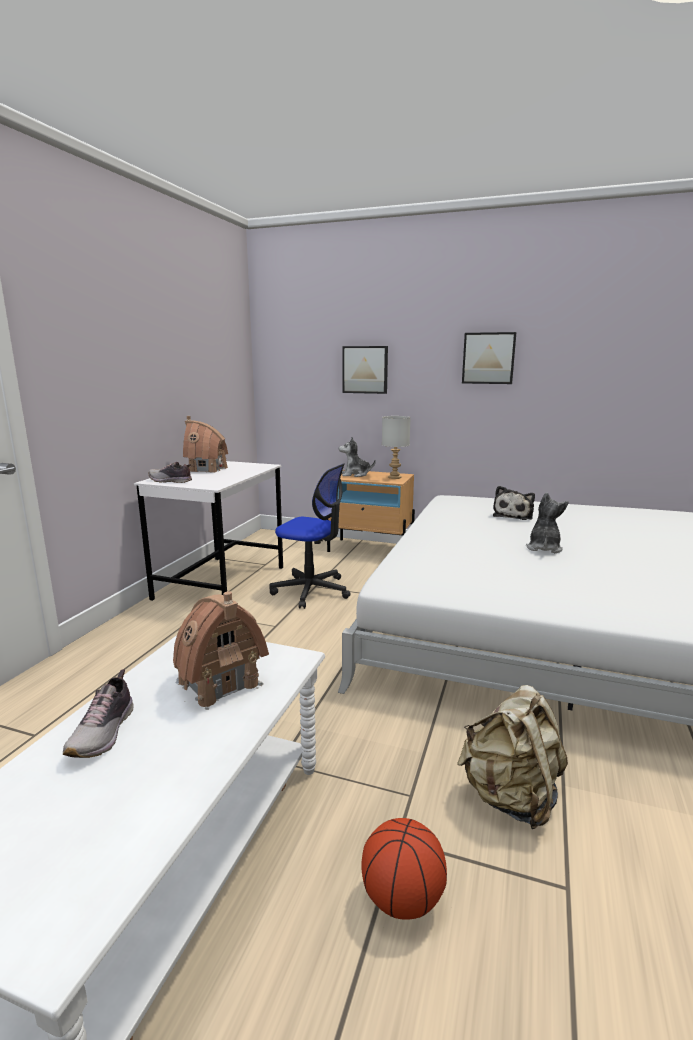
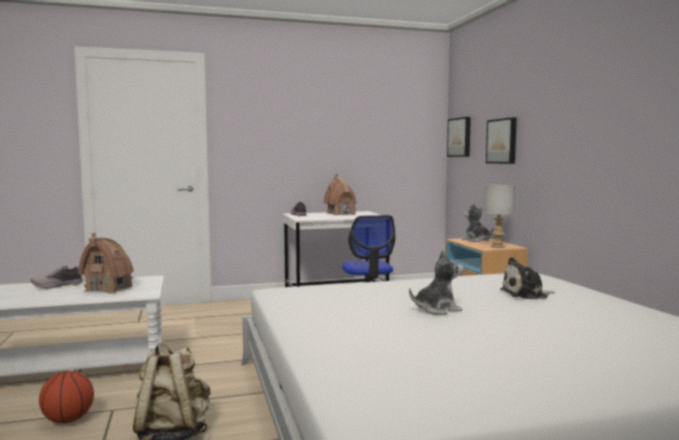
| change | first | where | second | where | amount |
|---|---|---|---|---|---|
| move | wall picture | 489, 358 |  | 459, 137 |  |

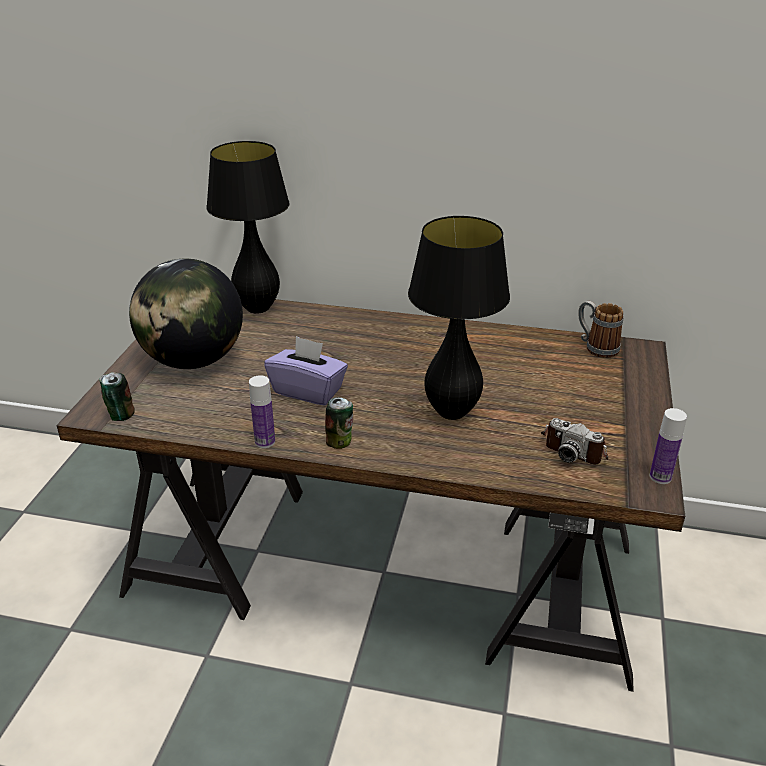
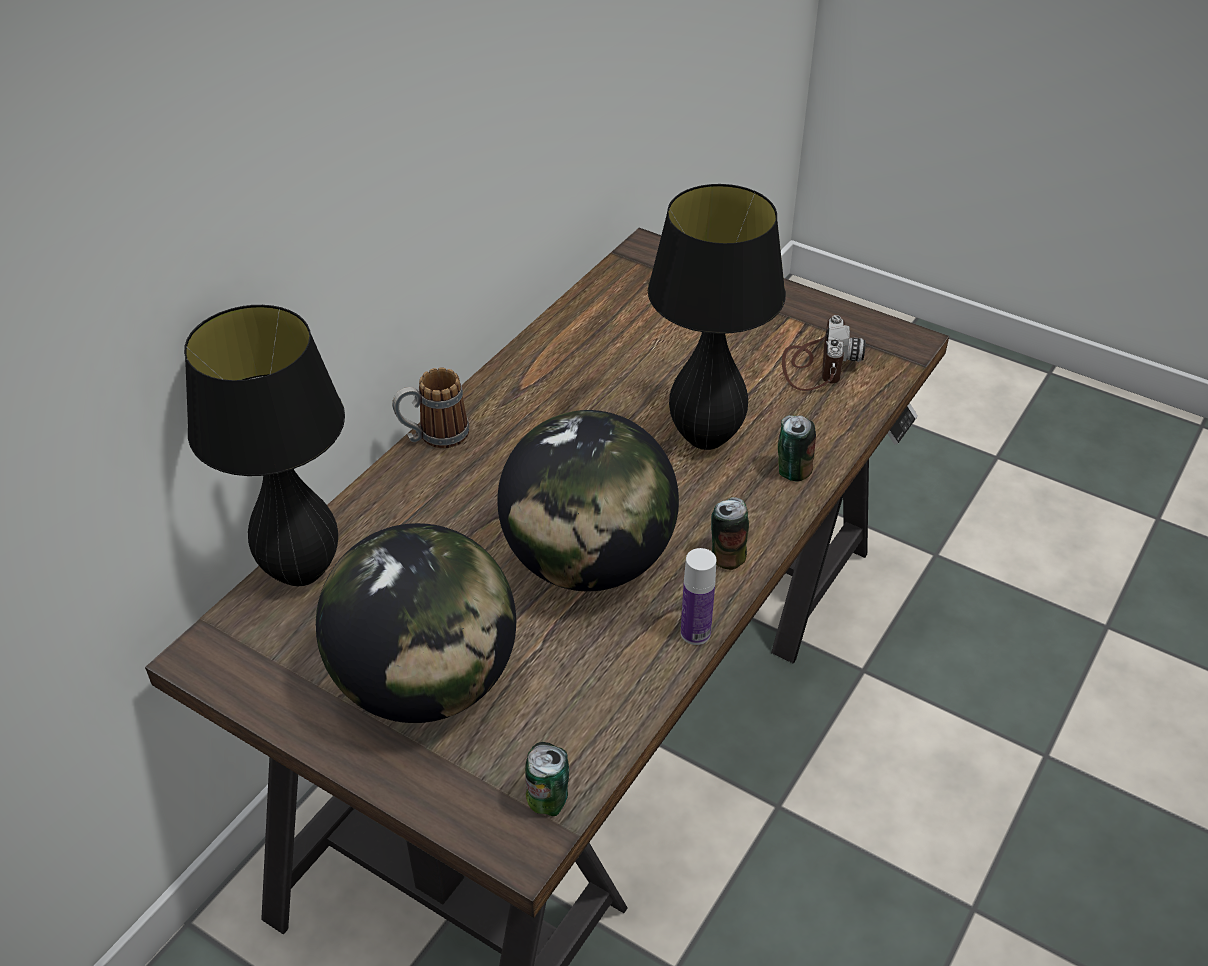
| change | first | where | second | where | amount |
|---|---|---|---|---|---|
| move | mug | 600, 329 |  | 430, 408 |  |
| replace | tissue box (purple) | 306, 370 | desk globe | 588, 500 |  |
| insert |  |  | sealed can | 797, 448 |  |
| rotate | still camera | 574, 441 |  | 824, 353 | 45 degrees counterclockwise |
| delete | bottle | 668, 446 |  |  |  |

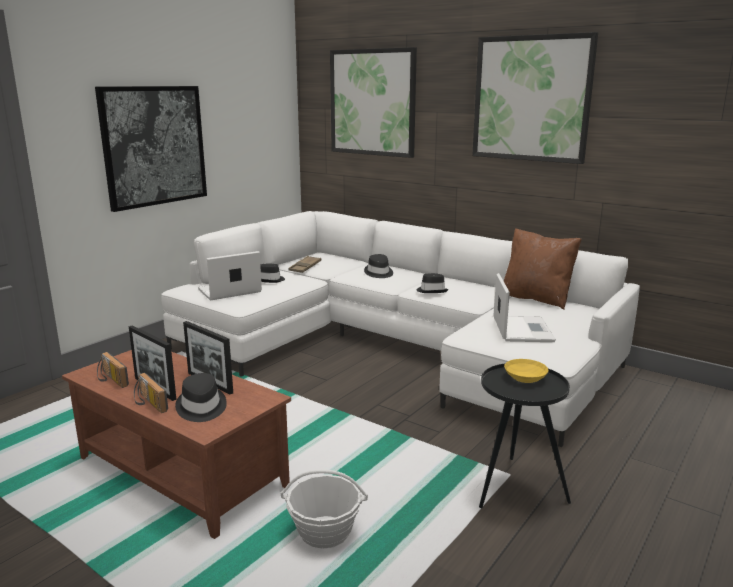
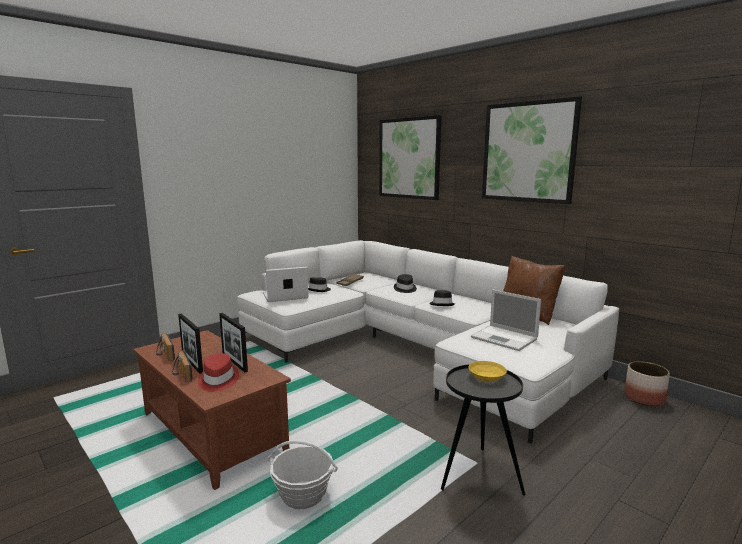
| change | first | where | second | where | amount |
|---|---|---|---|---|---|
| recolor | clothing hat (blackish) | 201, 397 | clothing hat (reddish) | 218, 372 |  |
| rotate | notebook computer | 525, 307 |  | 506, 320 | 120 degrees clockwise |
| insert |  |  | planter | 647, 383 |  |
| delete | wall picture | 151, 149 |  |  |  |

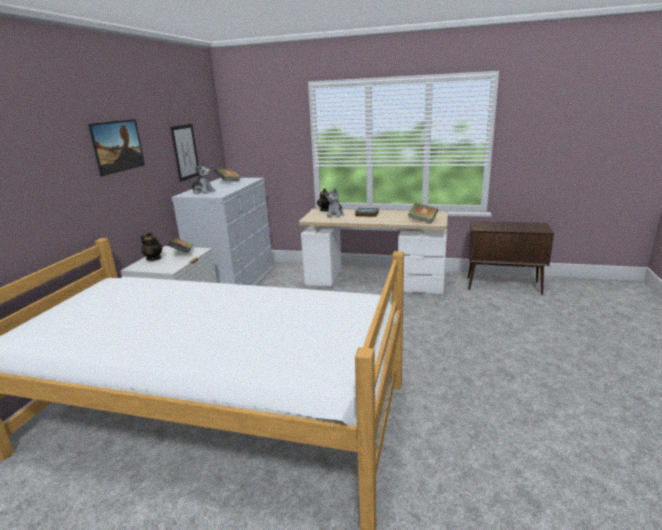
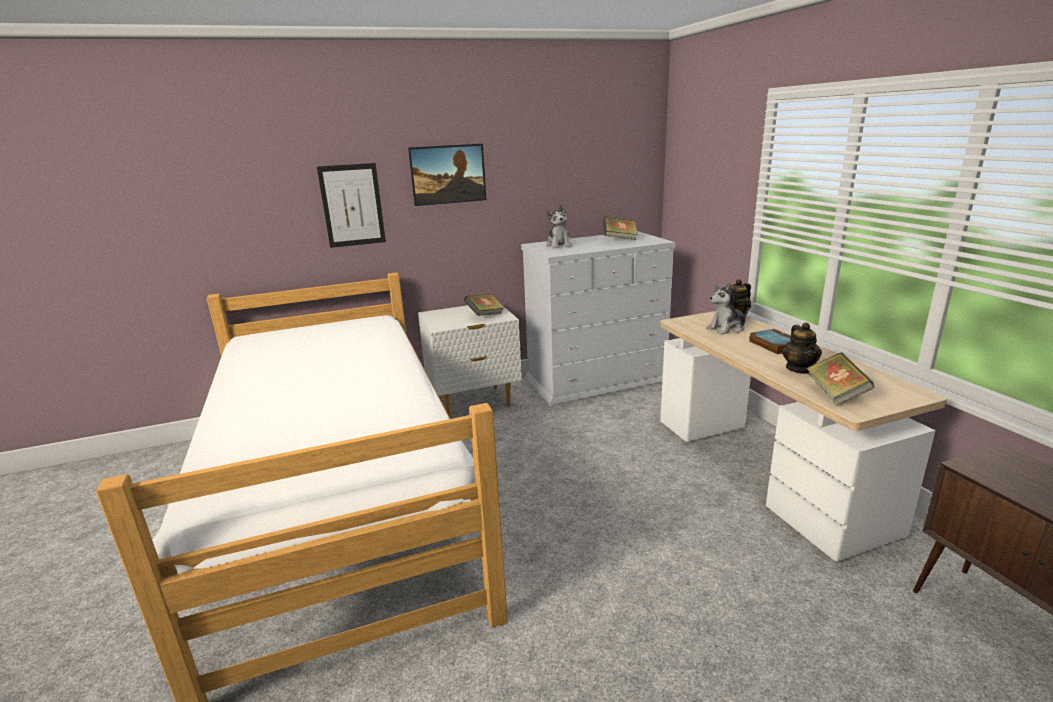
| change | first | where | second | where | amount |
|---|---|---|---|---|---|
| move | wall picture | 184, 153 |  | 351, 205 |  |
| move | tea pot | 151, 246 |  | 802, 348 |  |

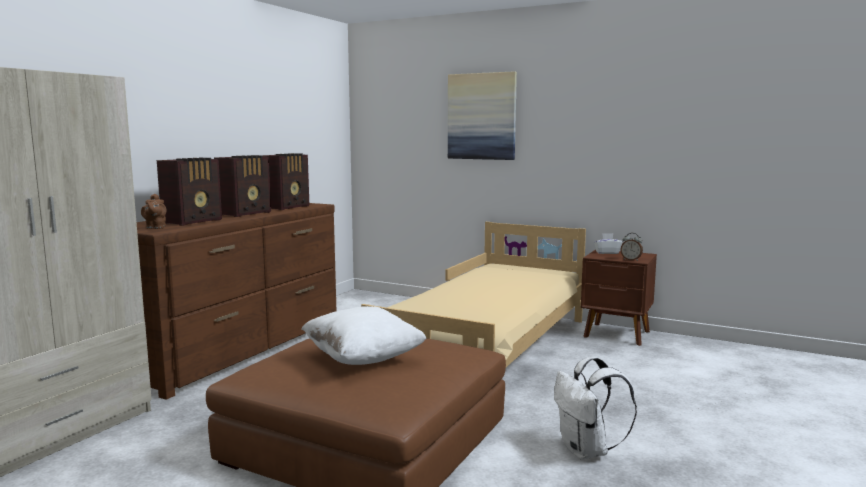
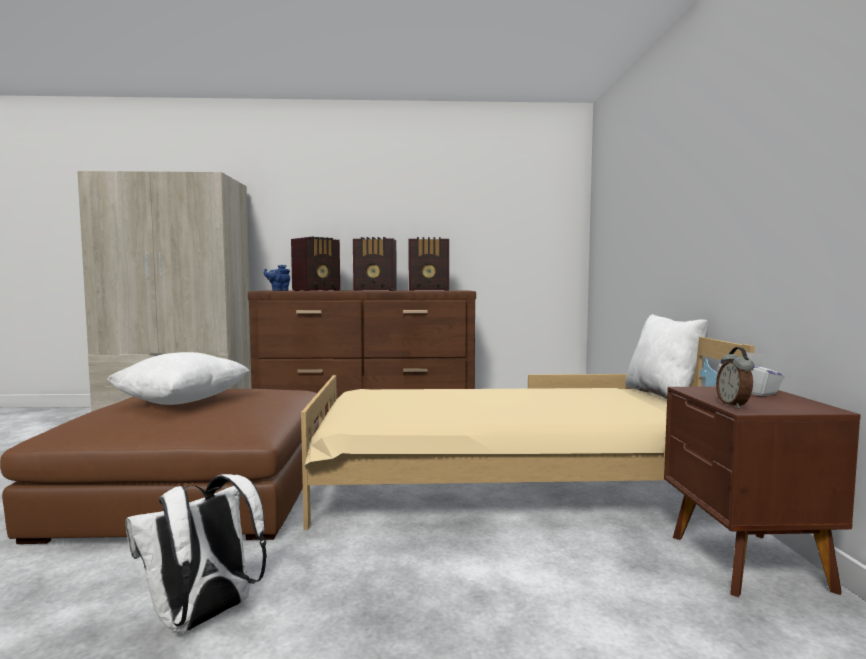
| change | first | where | second | where | amount |
|---|---|---|---|---|---|
| recolor | tea pot (brownish) | 154, 211 | tea pot (blue) | 277, 278 |  |
| rotate | radio | 189, 192 |  | 315, 264 | 45 degrees counterclockwise |
| insert |  |  | cushion (white-coloured) | 666, 356 |  |
| delete | wall picture | 482, 115 |  |  |  |

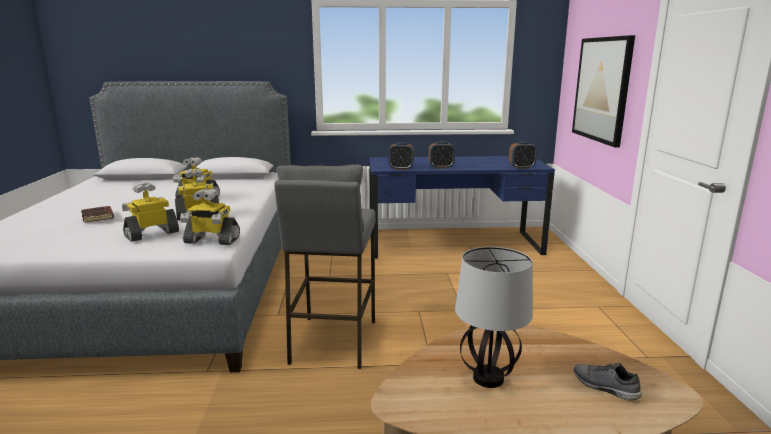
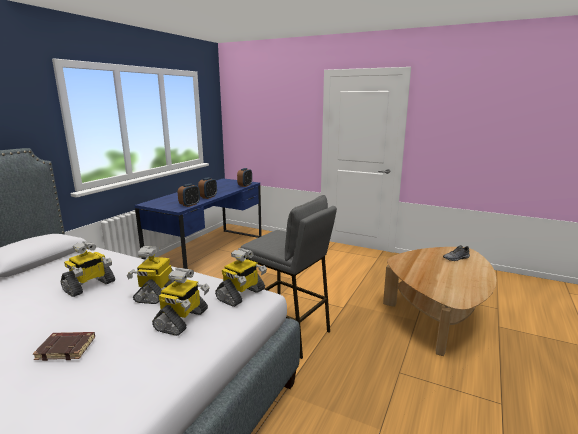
| change | first | where | second | where | amount |
|---|---|---|---|---|---|
| rotate | model robot | 150, 212 |  | 181, 302 | 150 degrees counterclockwise |
| delete | table lamp | 494, 317 |  |  |  |
| delete | wall picture | 603, 91 |  |  |  |

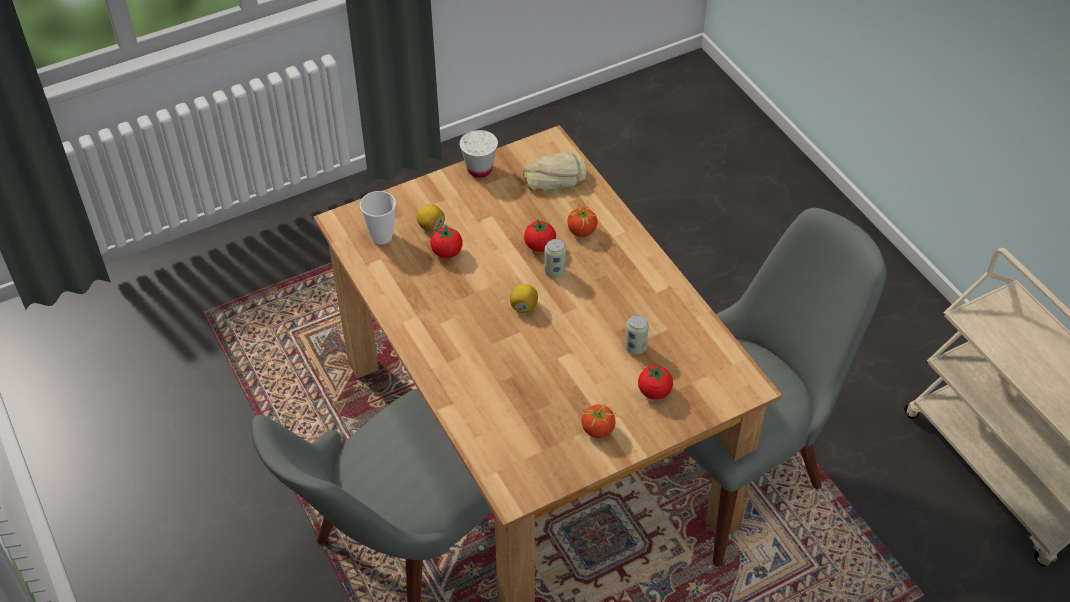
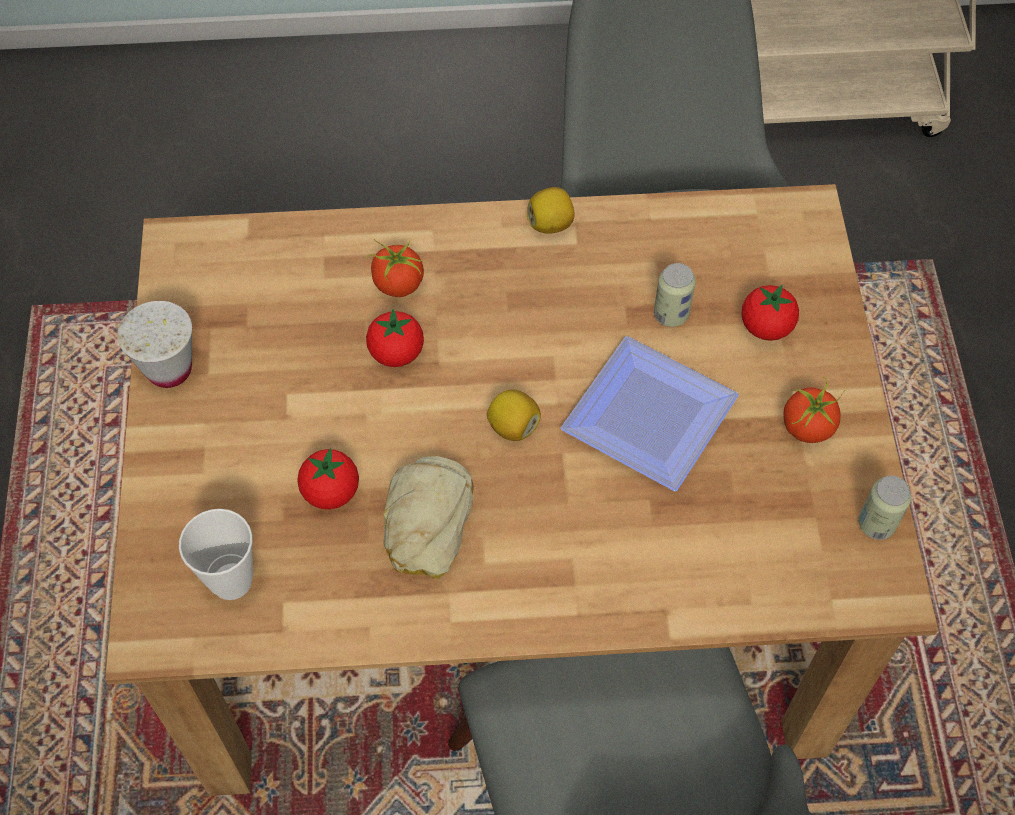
| change | first | where | second | where | amount |
|---|---|---|---|---|---|
| move | baked bread | 554, 171 |  | 428, 517 |  |
| move | whole lemon | 430, 218 |  | 551, 210 |  |
| insert |  |  | plate | 650, 413 |  |
| move | sealed can | 555, 258 |  | 885, 508 |  |

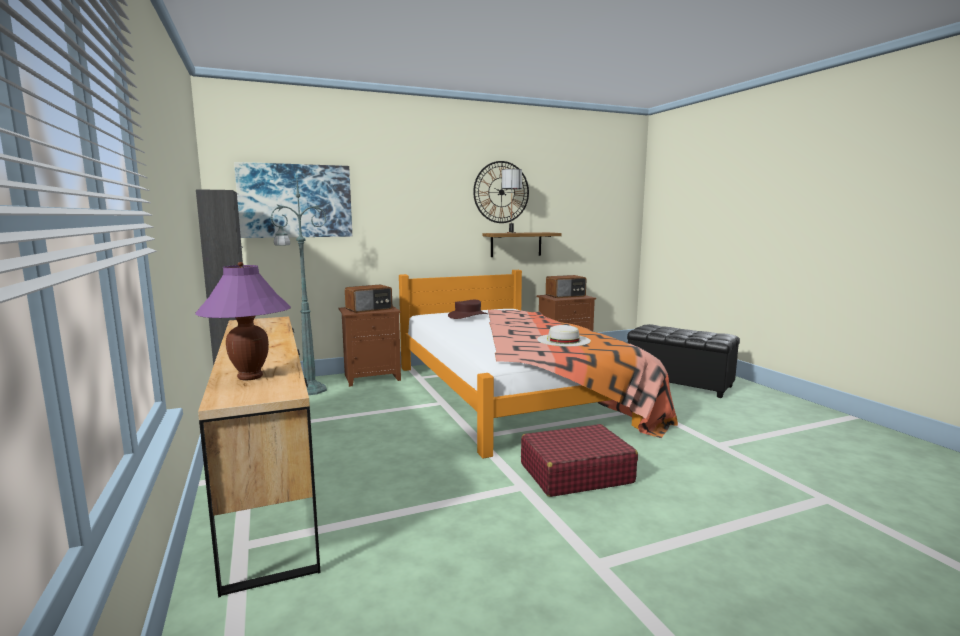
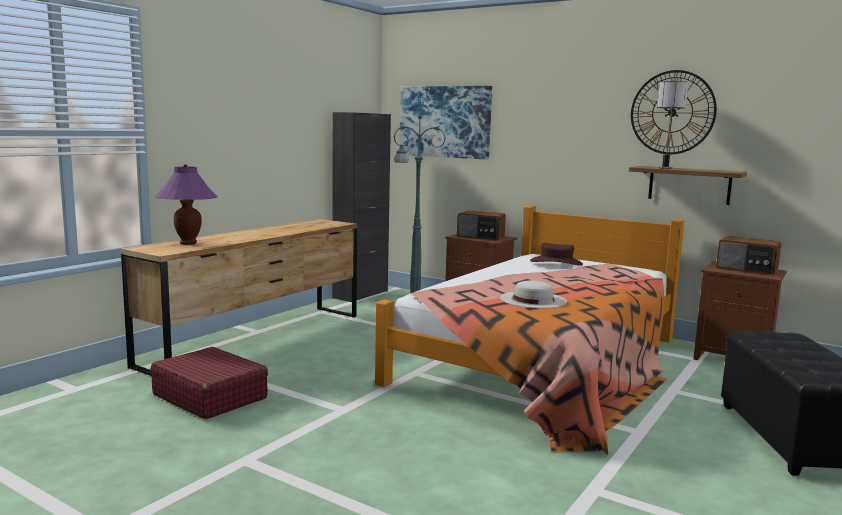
| change | first | where | second | where | amount |
|---|---|---|---|---|---|
| move | travel case (reddish) | 579, 460 |  | 209, 383 |  |

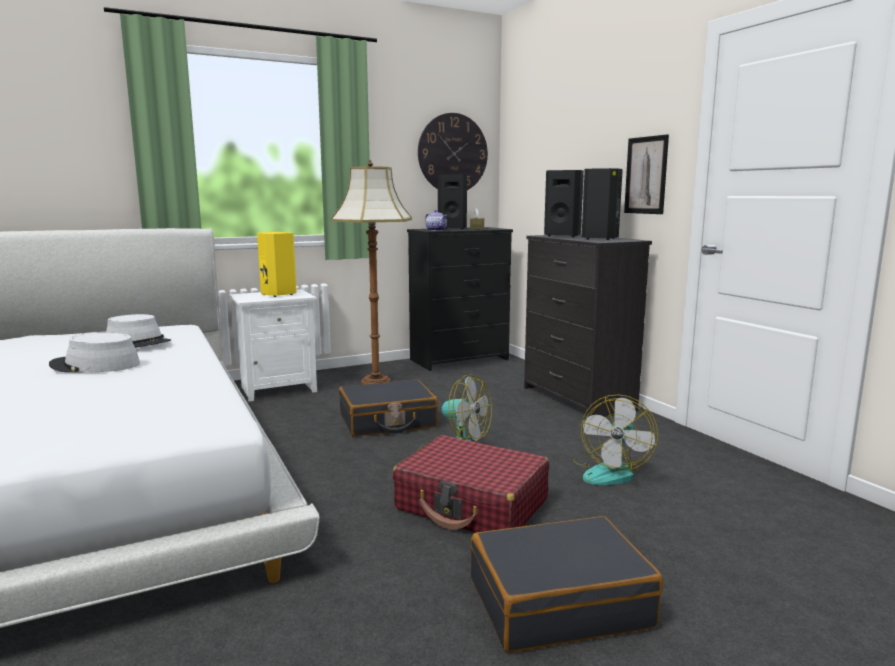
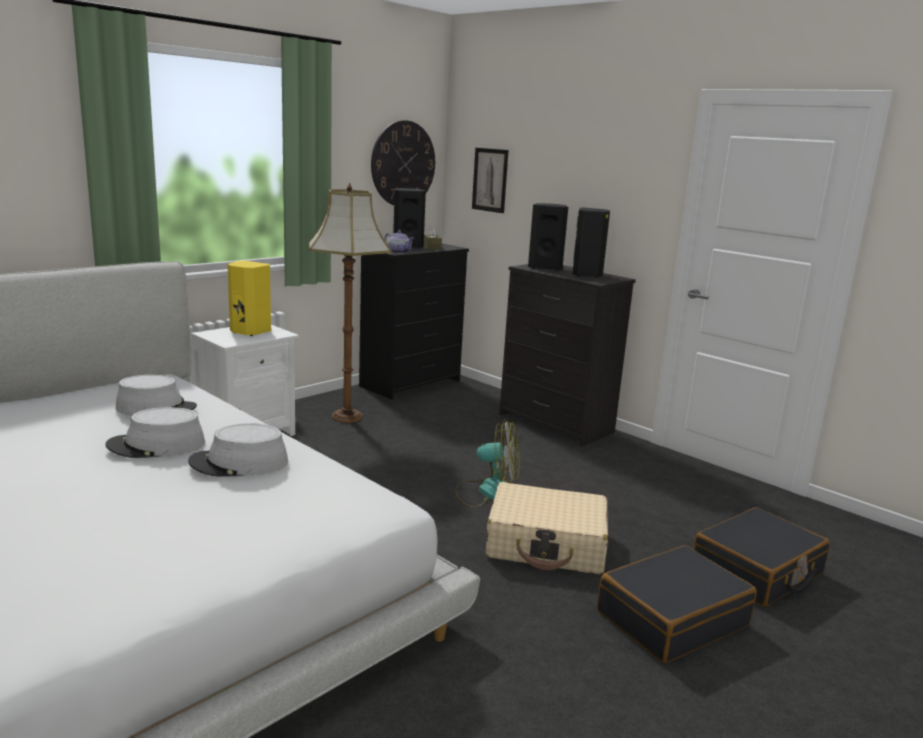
| change | first | where | second | where | amount |
|---|---|---|---|---|---|
| insert |  |  | clothing hat (grey) | 238, 450 |  |
| move | wall picture | 646, 174 |  | 490, 180 |  |
| recolor | travel case (reddish) | 470, 484 | travel case (sand-coloured) | 547, 528 |  |
| move | travel case (blackish) | 388, 407 |  | 761, 556 |  |
| delete | cooling fan | 615, 440 |  |  |  |

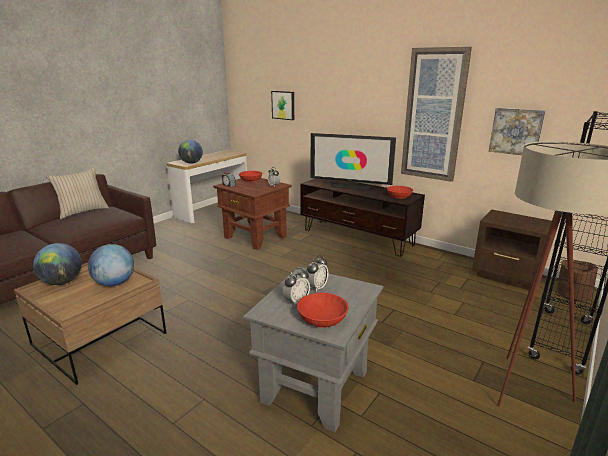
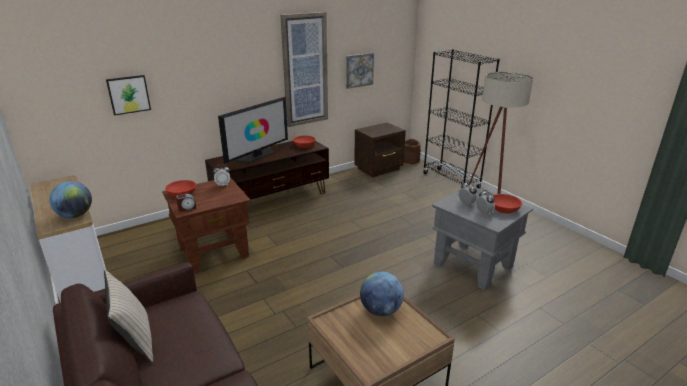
| change | first | where | second | where | amount |
|---|---|---|---|---|---|
| delete | desk globe | 57, 264 |  |  |  |

